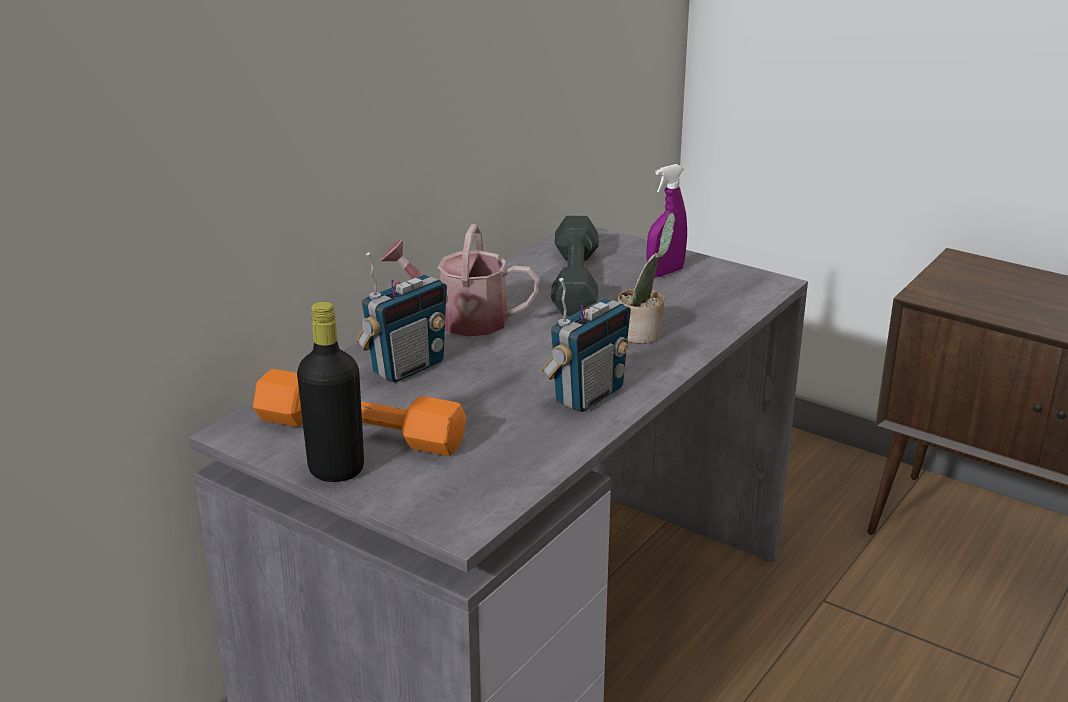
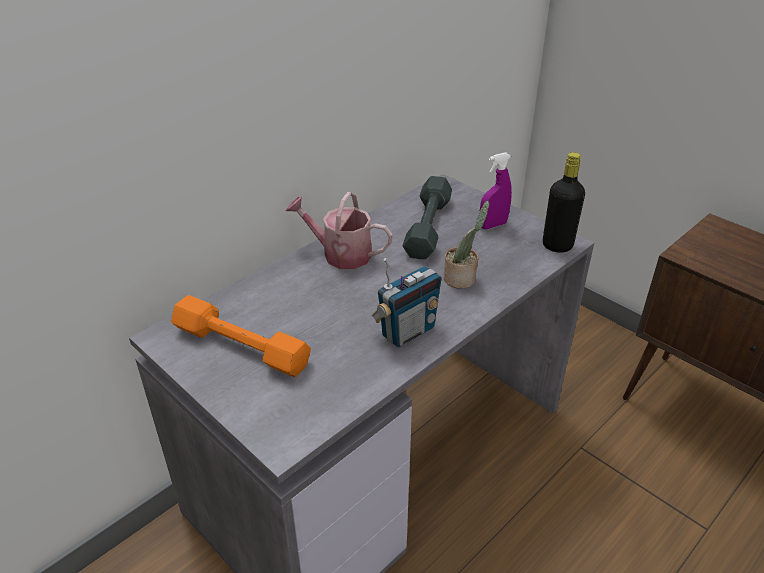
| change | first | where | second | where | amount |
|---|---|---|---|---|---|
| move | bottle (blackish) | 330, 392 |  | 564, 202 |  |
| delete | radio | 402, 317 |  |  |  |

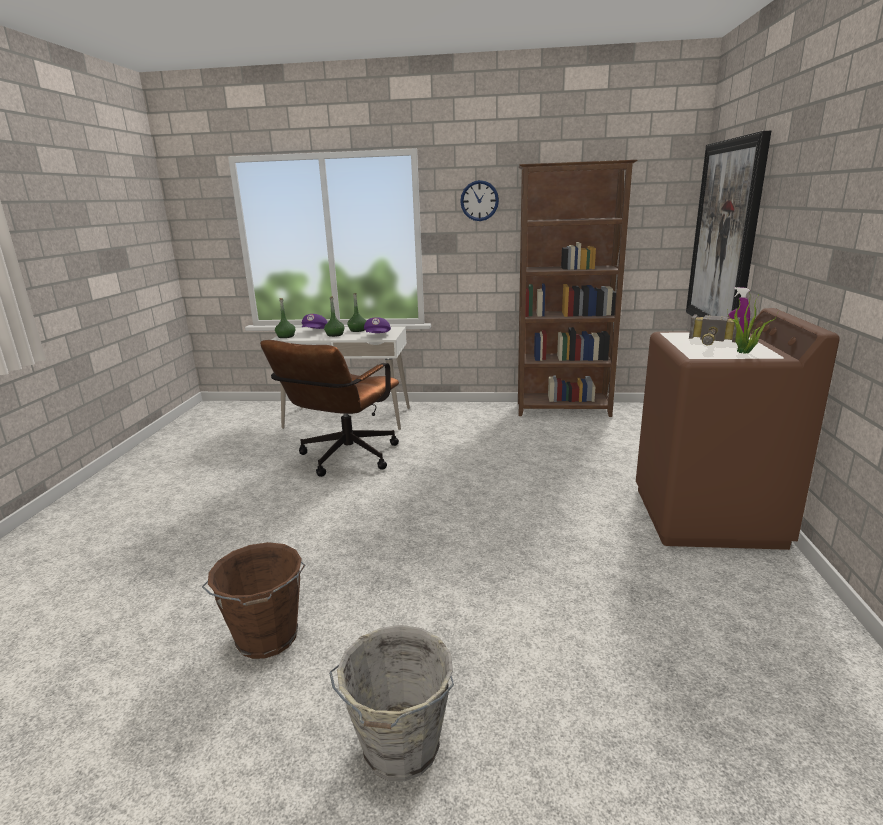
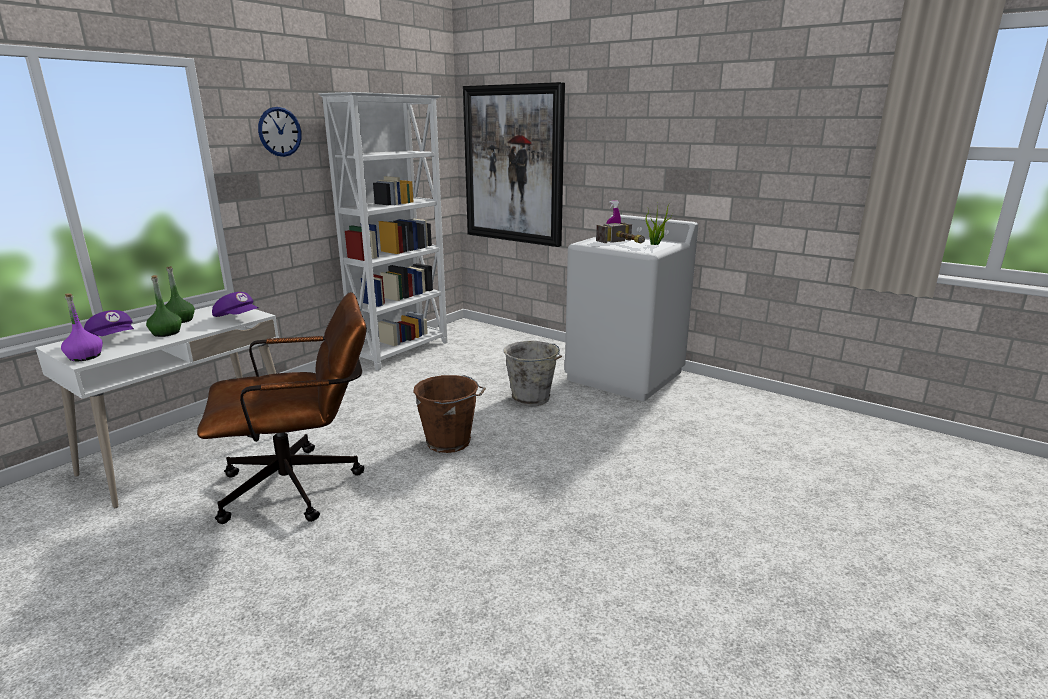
| change | first | where | second | where | amount |
|---|---|---|---|---|---|
| recolor | bottle (green-coloured) | 285, 318 | bottle (purple) | 82, 327 |  |
| rotate | office chair (brownish) | 329, 408 |  | 282, 408 | 75 degrees counterclockwise |
| recolor | bookshelf (brownish) | 578, 288 | bookshelf (white-coloured) | 383, 231 |  |
| move | water bucket (brownish) | 253, 600 |  | 449, 414 |  |
| move | water bucket (grey) | 391, 703 |  | 533, 373 |  |
| recolor | laundry appliance (brownish) | 738, 429 | laundry appliance (white-coloured) | 631, 308 |  |

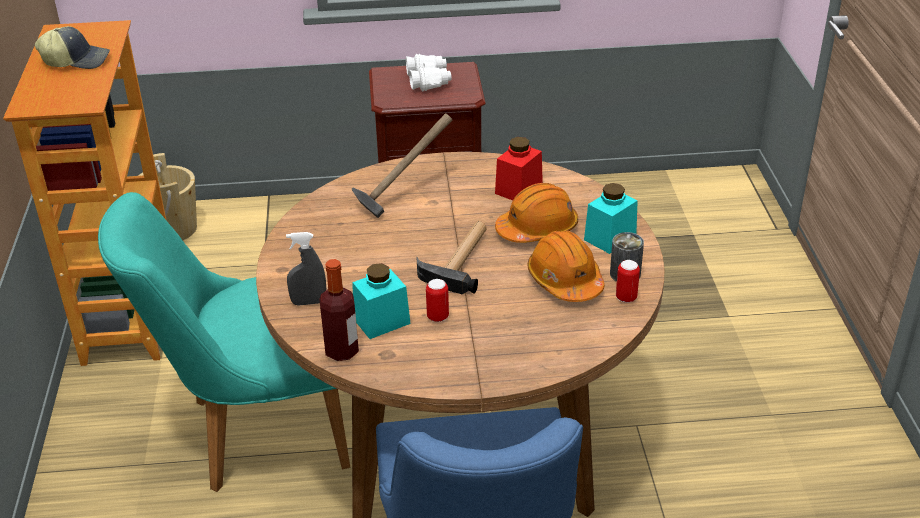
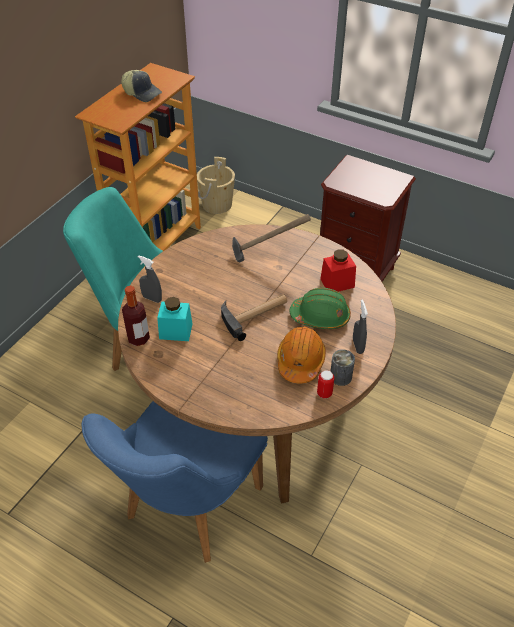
| change | first | where | second | where | amount |
|---|---|---|---|---|---|
| recolor | safety helmet (orange) | 536, 213 | safety helmet (green-coloured) | 320, 308 |  |
| replace | storage jar (turquoise-coloured) | 610, 218 | spray bottle (grey) | 360, 326 |  |
| delete | pair of binoculars (white-coloured) | 429, 73 |  |  |  |
| delete | sealed can | 437, 300 |  |  |  |

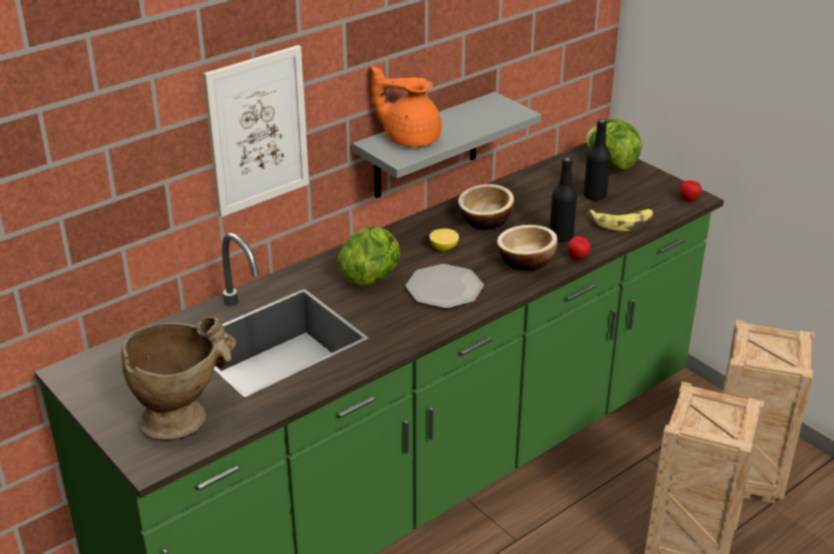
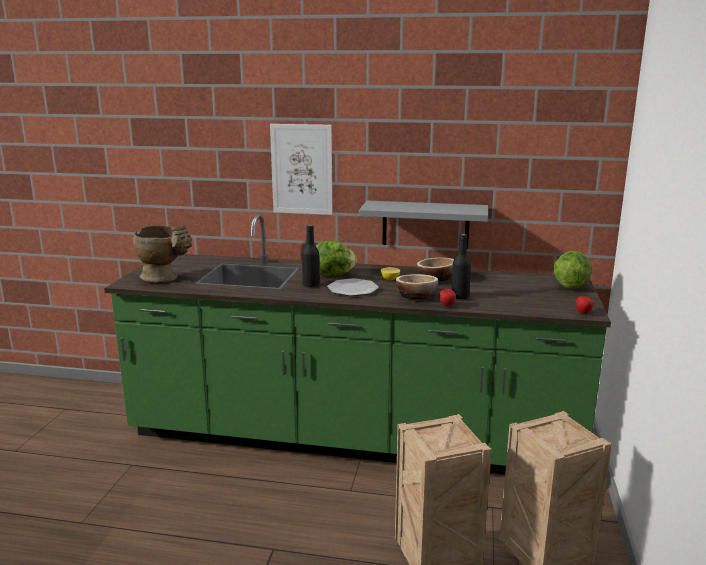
| change | first | where | second | where | amount |
|---|---|---|---|---|---|
| move | bottle (blackish) | 597, 160 |  | 311, 256 |  |
| delete | tea pot (orange) | 406, 106 |  |  |  |
| delete | banana | 621, 220 |  |  |  |

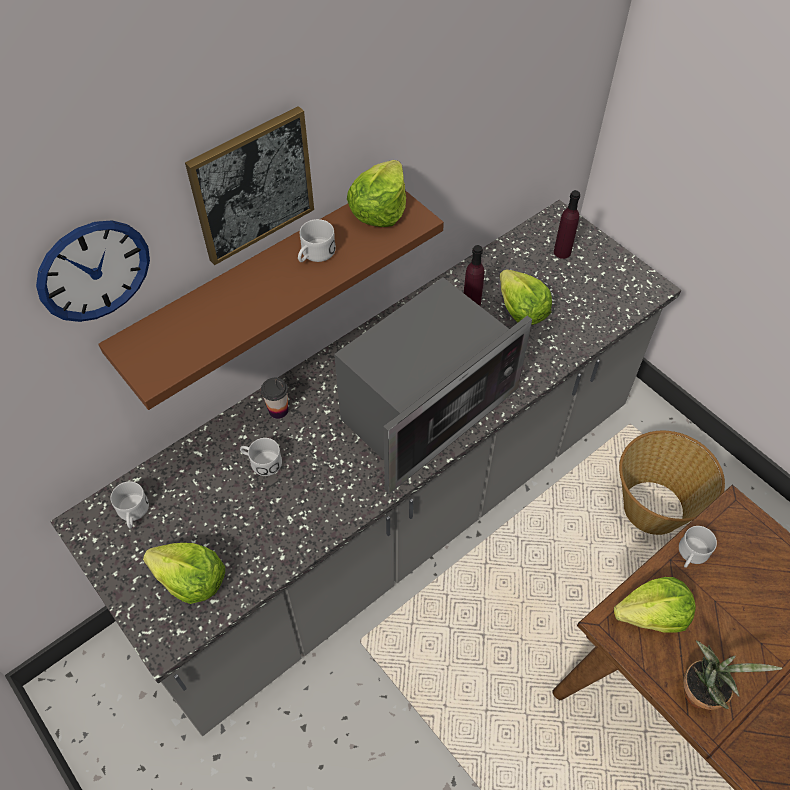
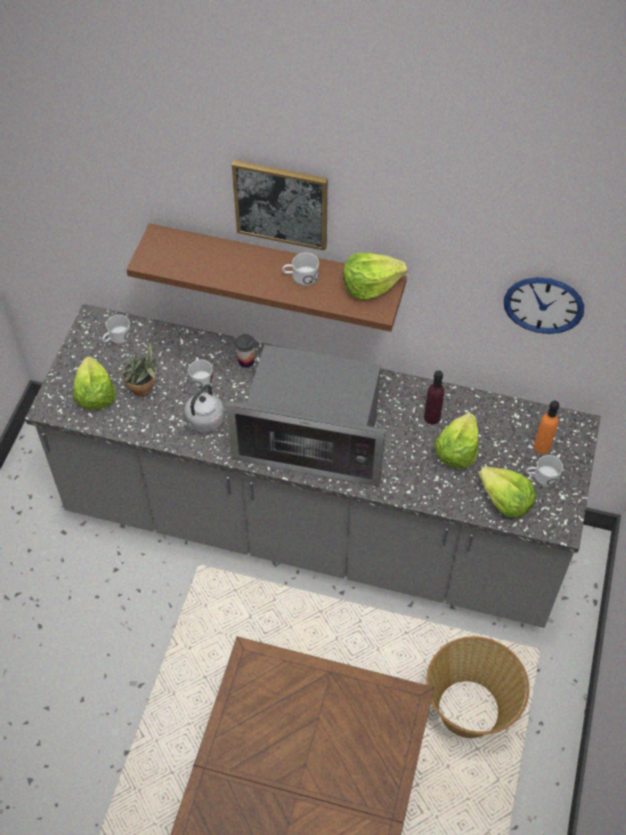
| change | first | where | second | where | amount |
|---|---|---|---|---|---|
| move | potted plant | 732, 675 |  | 140, 369 |  |
| insert |  |  | water kettle (grey) | 202, 408 |  |
| move | lettuce head | 655, 605 |  | 507, 492 |  |
| move | wall clock | 93, 271 |  | 544, 305 |  |
| move | mug (white-coloured) | 698, 547 |  | 544, 470 |  |
| recolor | bottle (purple) | 567, 224 | bottle (orange) | 546, 427 |  |

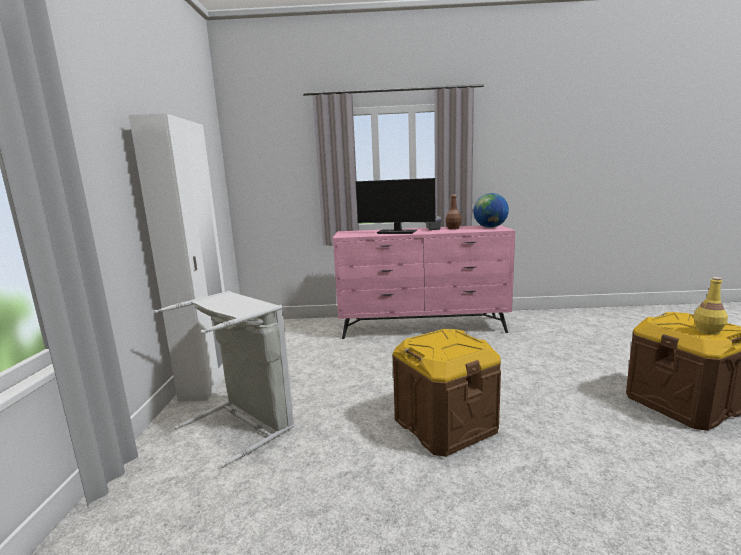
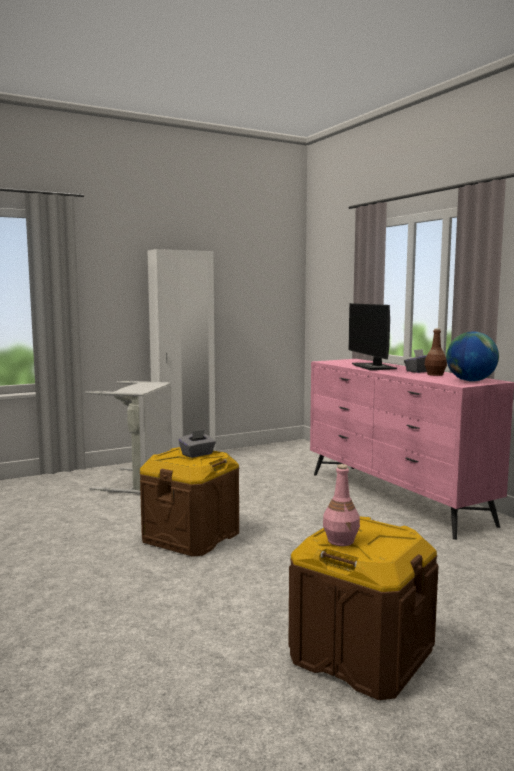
| change | first | where | second | where | amount |
|---|---|---|---|---|---|
| insert |  |  | tissue box (grey) | 197, 444 |  |
| recolor | bottle (yellow-coloured) | 711, 306 | bottle (pink-coloured) | 341, 505 |  |

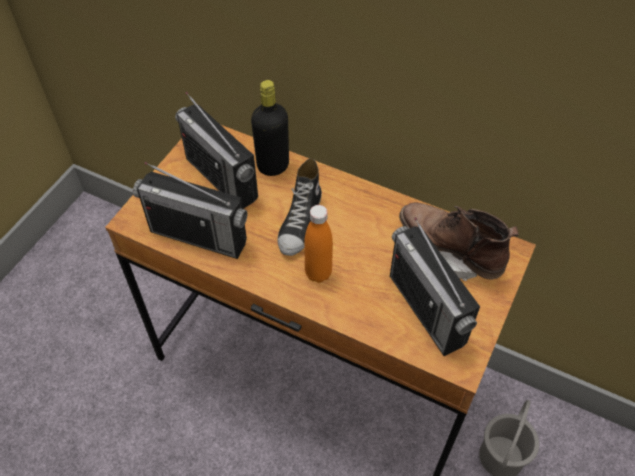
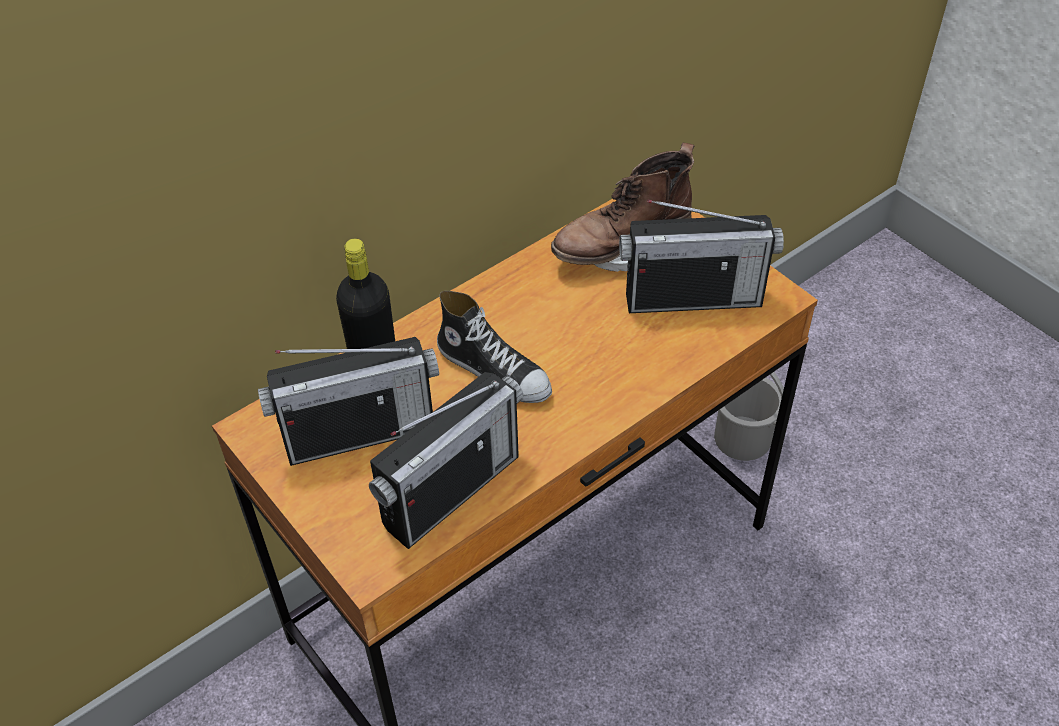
| change | first | where | second | where | amount |
|---|---|---|---|---|---|
| delete | bottle (orange) | 318, 244 |  |  |  |

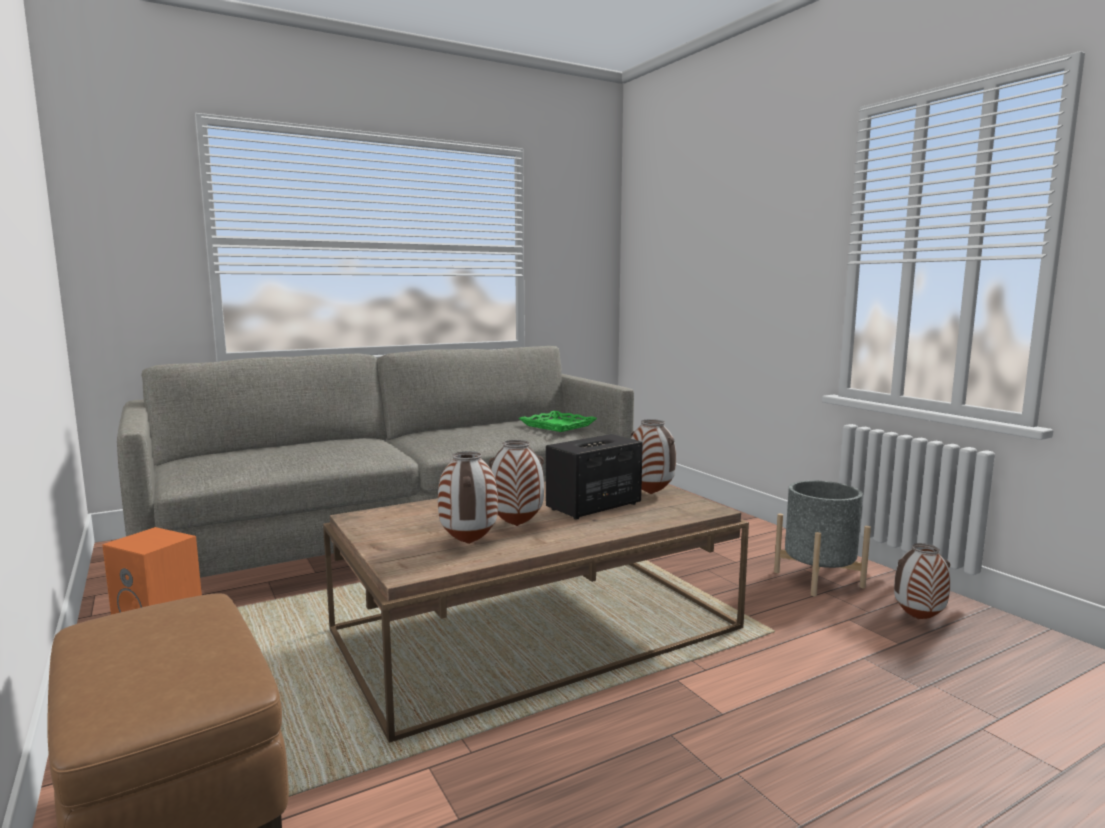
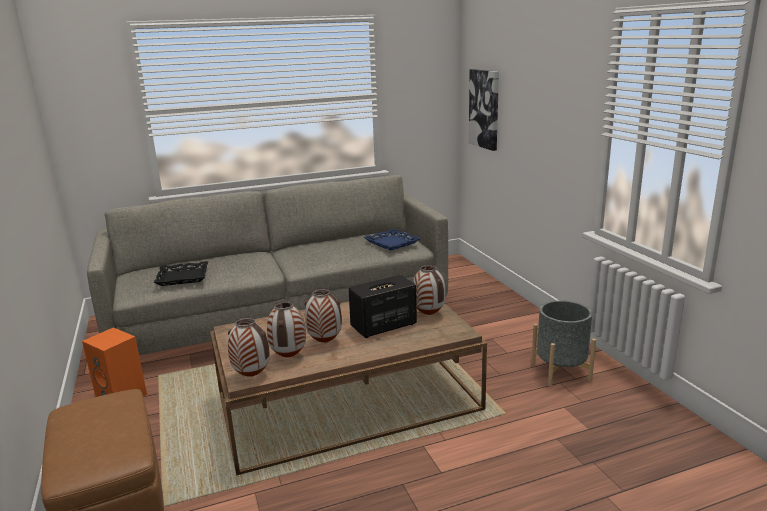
| change | first | where | second | where | amount |
|---|---|---|---|---|---|
| insert |  |  | tray (blackish) | 181, 273 |  |
| move | flower vase | 922, 581 |  | 249, 347 |  |
| recolor | tray (green-coloured) | 558, 421 | tray (blue) | 392, 239 |  |
| insert |  |  | wall picture | 484, 110 |  |

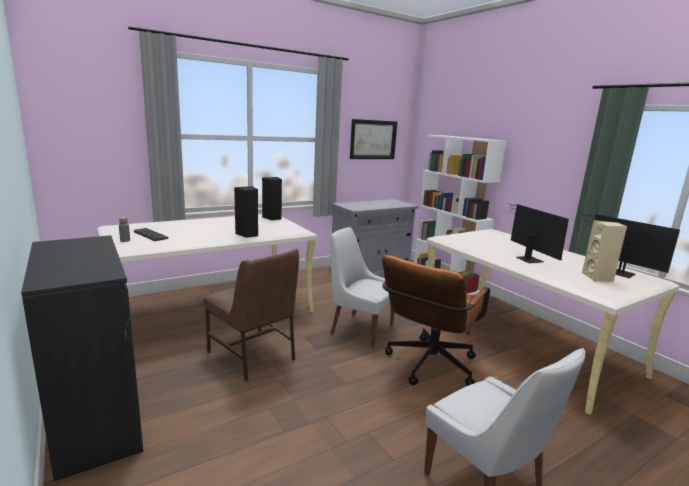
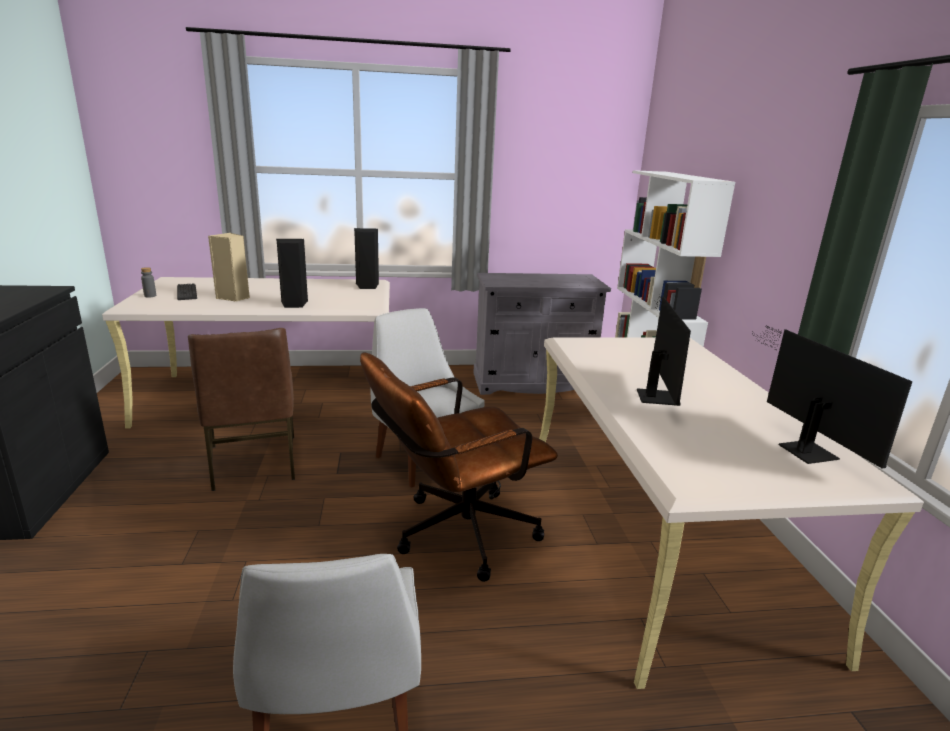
| change | first | where | second | where | amount |
|---|---|---|---|---|---|
| move | speaker (sand-coloured) | 604, 251 |  | 229, 267 |  |
| delete | wall picture | 373, 139 |  |  |  |

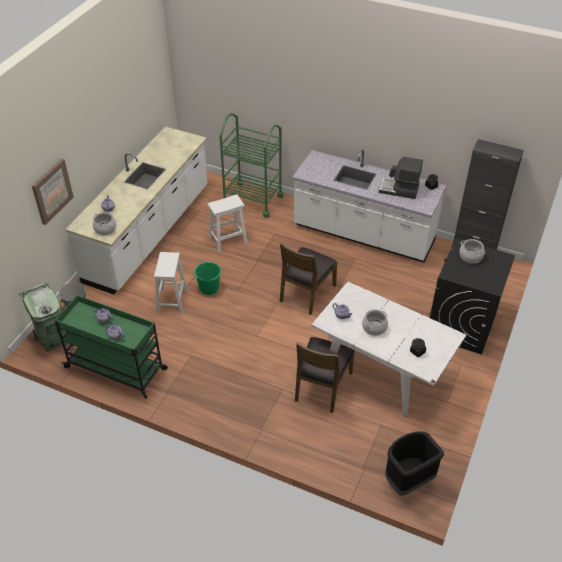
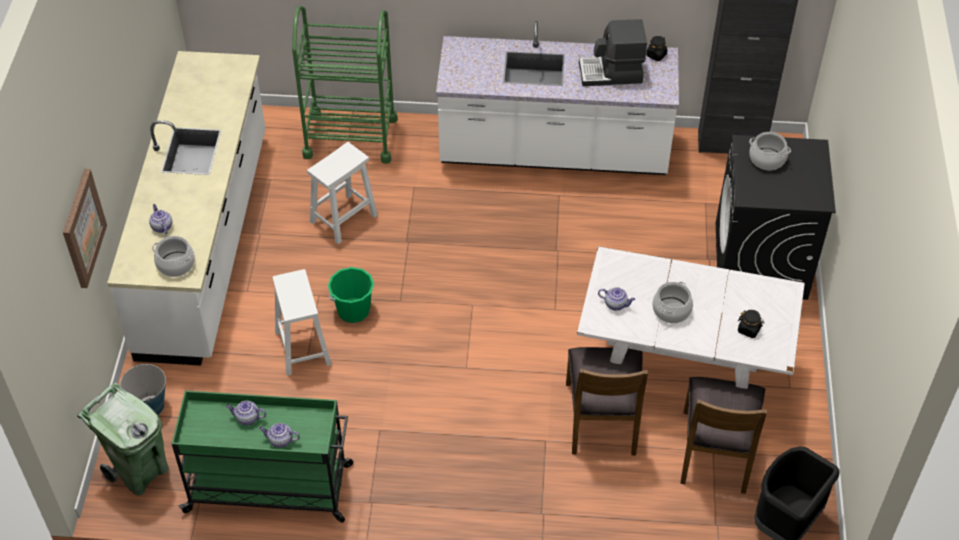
| change | first | where | second | where | amount |
|---|---|---|---|---|---|
| move | plain chair (brownish) | 308, 279 |  | 723, 435 |  |

